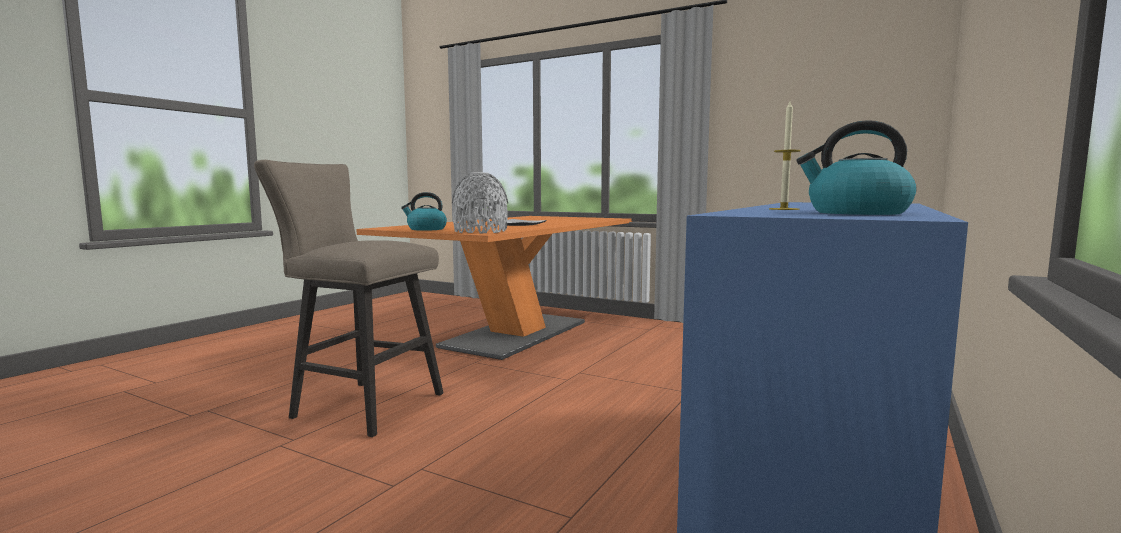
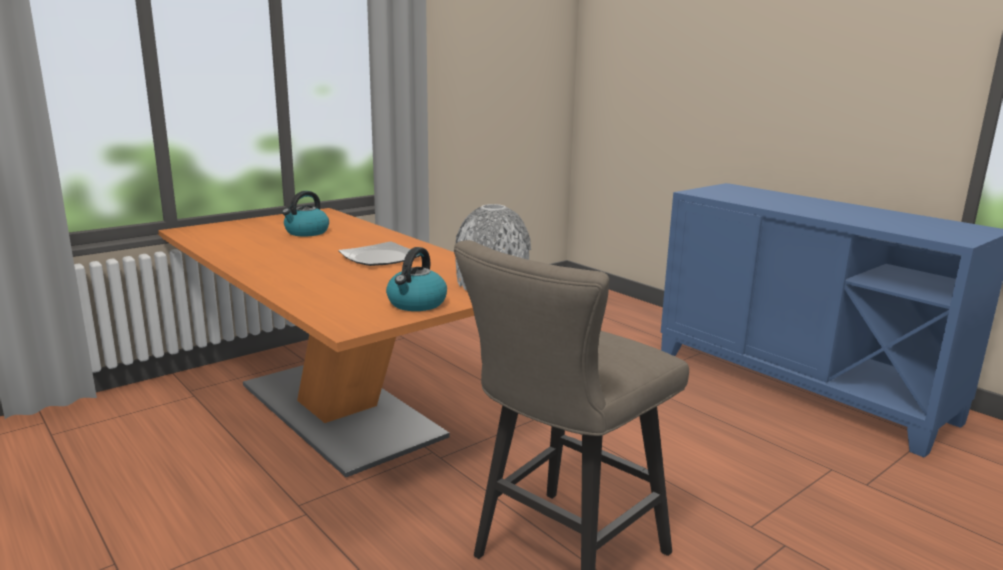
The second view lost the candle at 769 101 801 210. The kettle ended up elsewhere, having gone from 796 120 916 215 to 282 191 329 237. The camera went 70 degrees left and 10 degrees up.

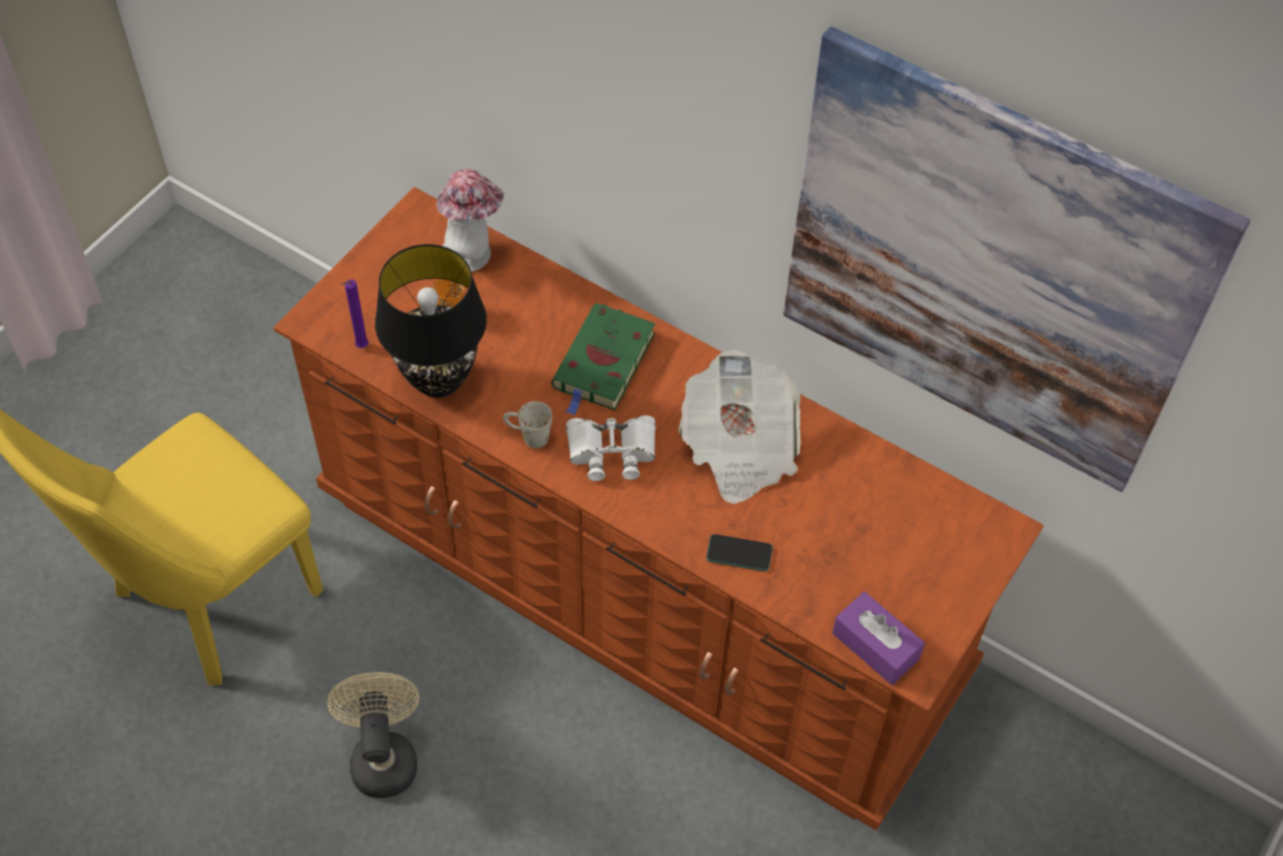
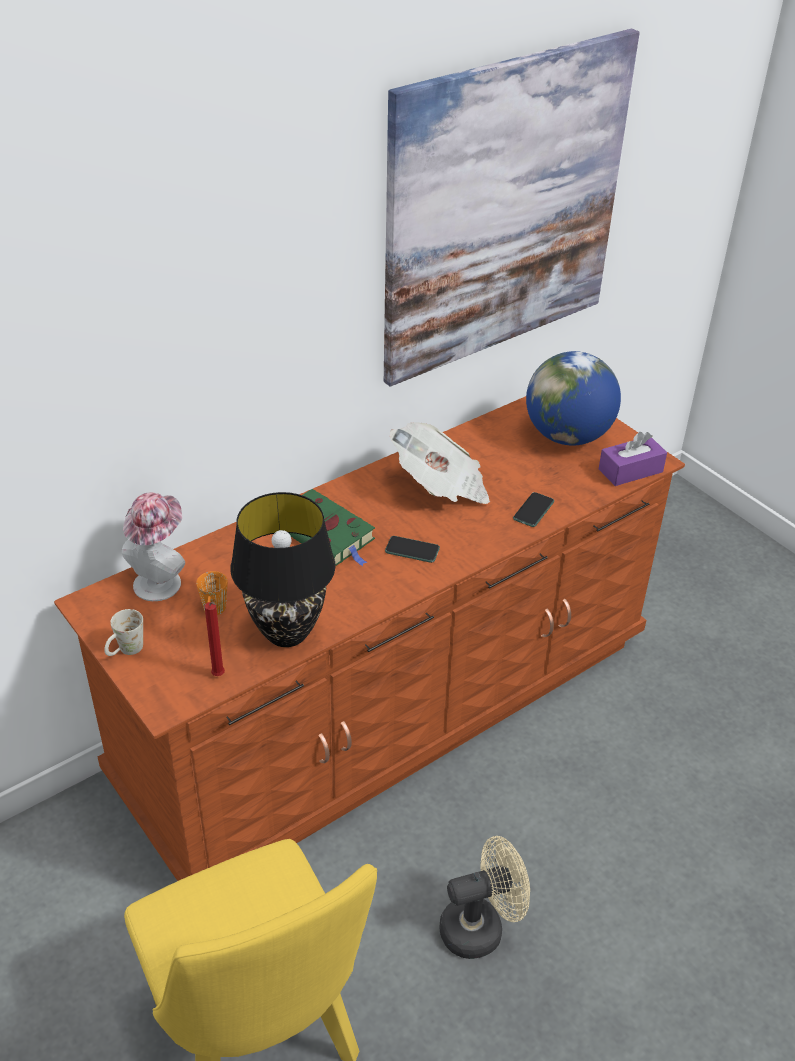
The beige fan at 327 672 419 798 ended up facing another way, 150 degrees clockwise from before. What was the purple candle at 341 280 369 348 turned into the red candle at 205 602 225 676. The white mug ended up elsewhere, having gone from 503 401 552 448 to 104 609 143 656. Where the white binoculars stood at 566 415 656 481, the phone came to stand at 385 536 440 563. The second view gained the globe at 526 351 621 446. The camera went 70 degrees left and 15 degrees down.

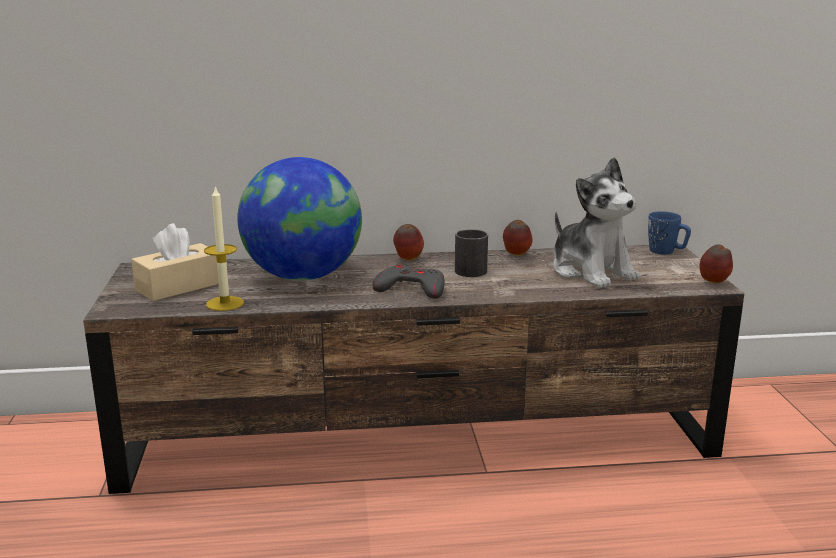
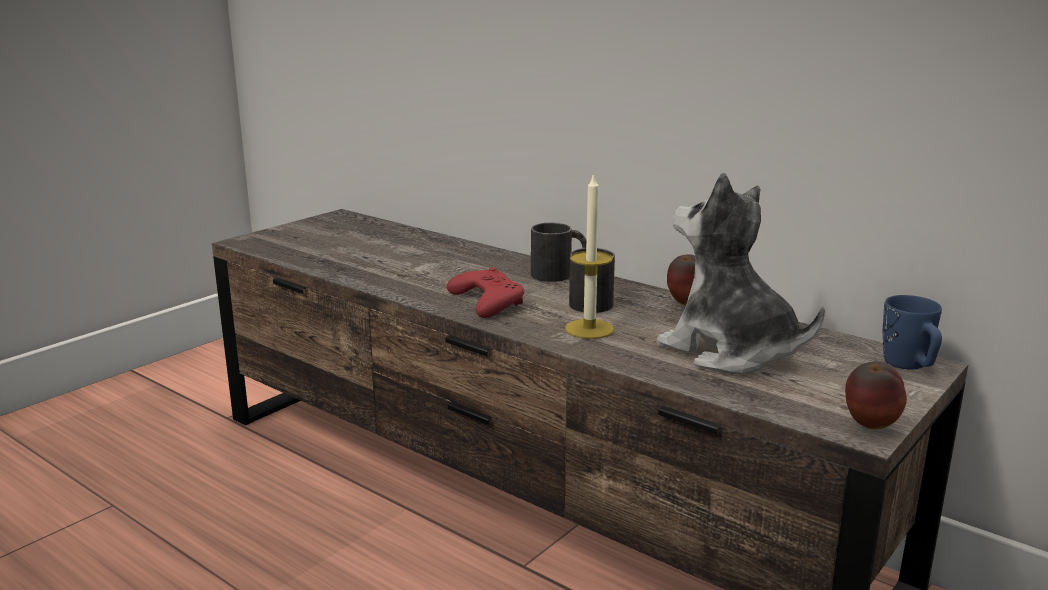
The second view lost the beige tissue box at 131 223 219 301. The candle ended up elsewhere, having gone from 204 186 244 311 to 565 172 614 339. The second view lost the globe at 237 157 362 281. What was the grey game controller at 372 263 445 299 turned into the red game controller at 447 267 524 318. Where the apple stood at 393 224 424 260, the black mug came to stand at 531 223 586 282. The plush toy at 553 157 640 288 ended up facing another way, 120 degrees clockwise from before. The camera went 45 degrees right and 0 degrees up.

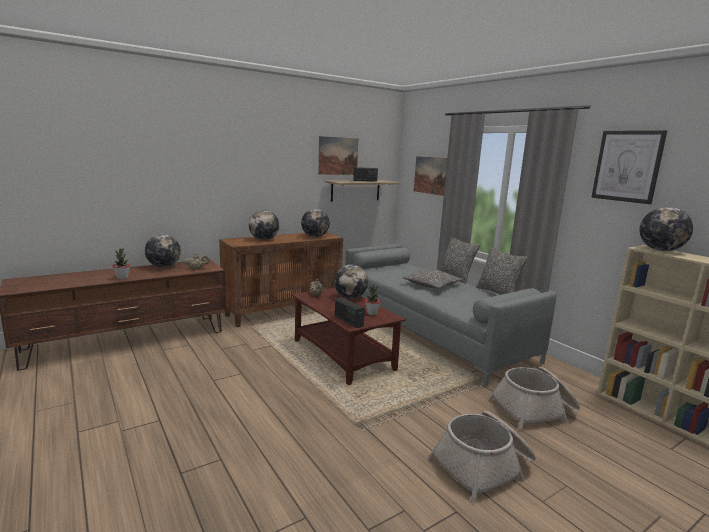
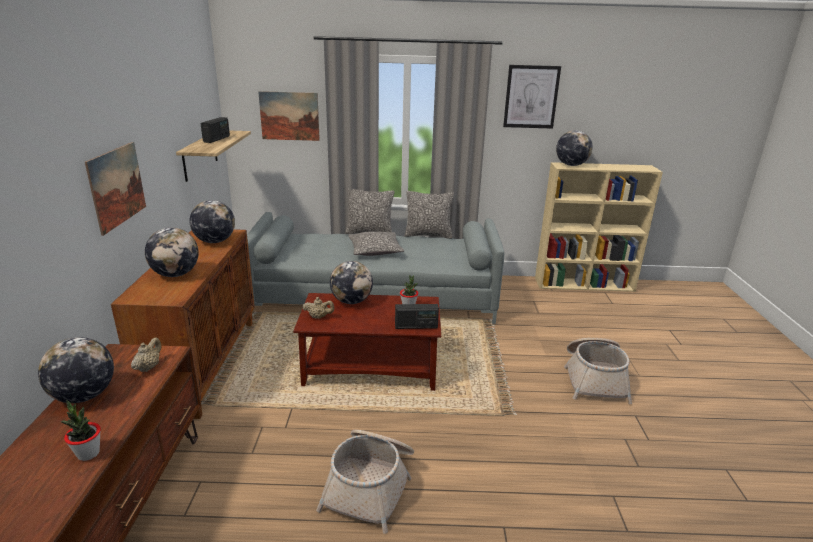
The picture ended up elsewhere, having gone from 318 136 358 175 to 85 142 146 236. The basket ended up elsewhere, having gone from 488 367 580 430 to 316 430 414 534. The camera went 55 degrees left and 10 degrees up.

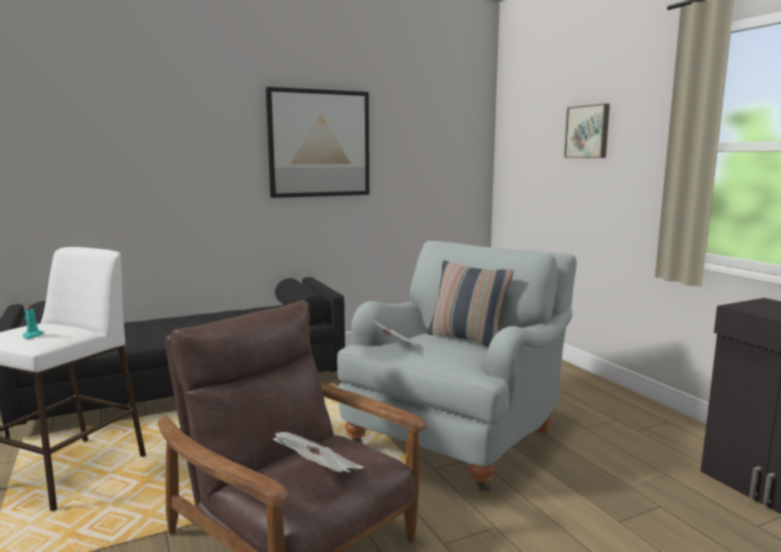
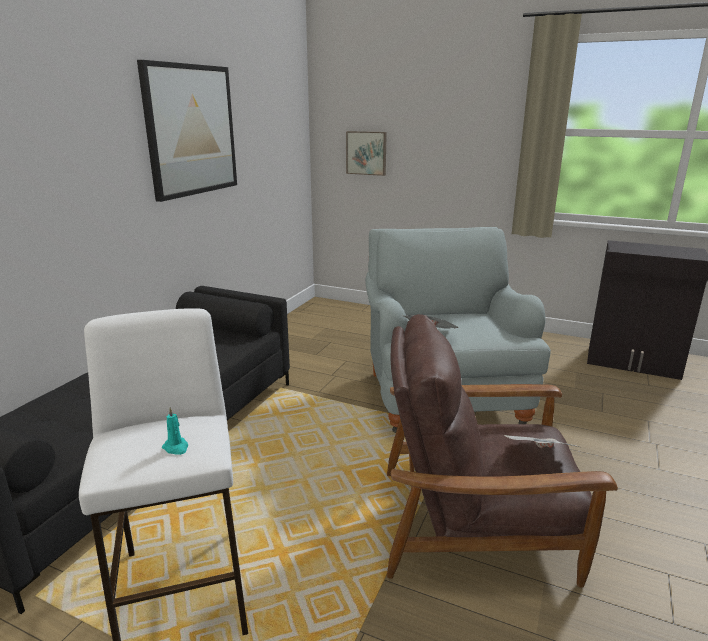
The second view lost the pillow at 428 261 514 348. The picture ended up elsewhere, having gone from 564 104 610 158 to 346 131 387 176. The camera went 40 degrees left and 10 degrees up.

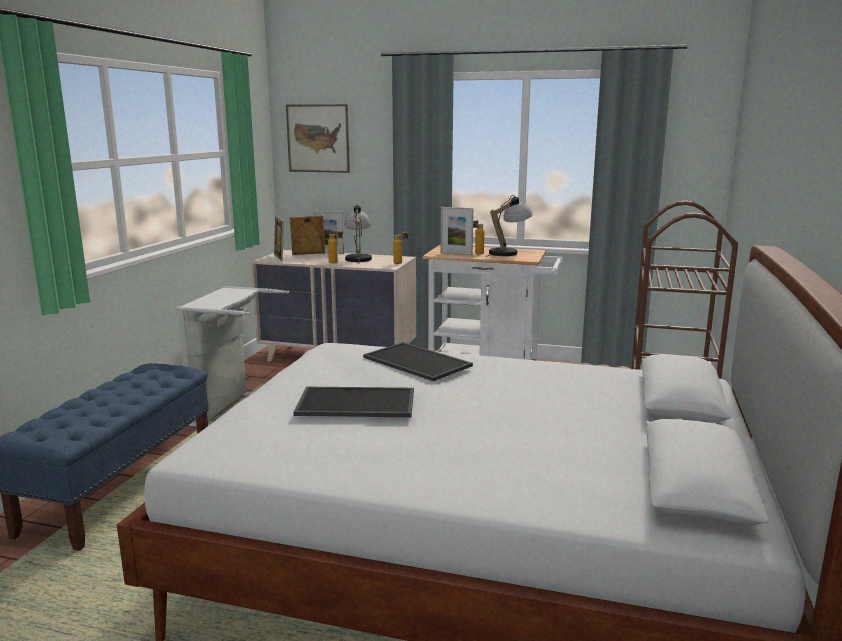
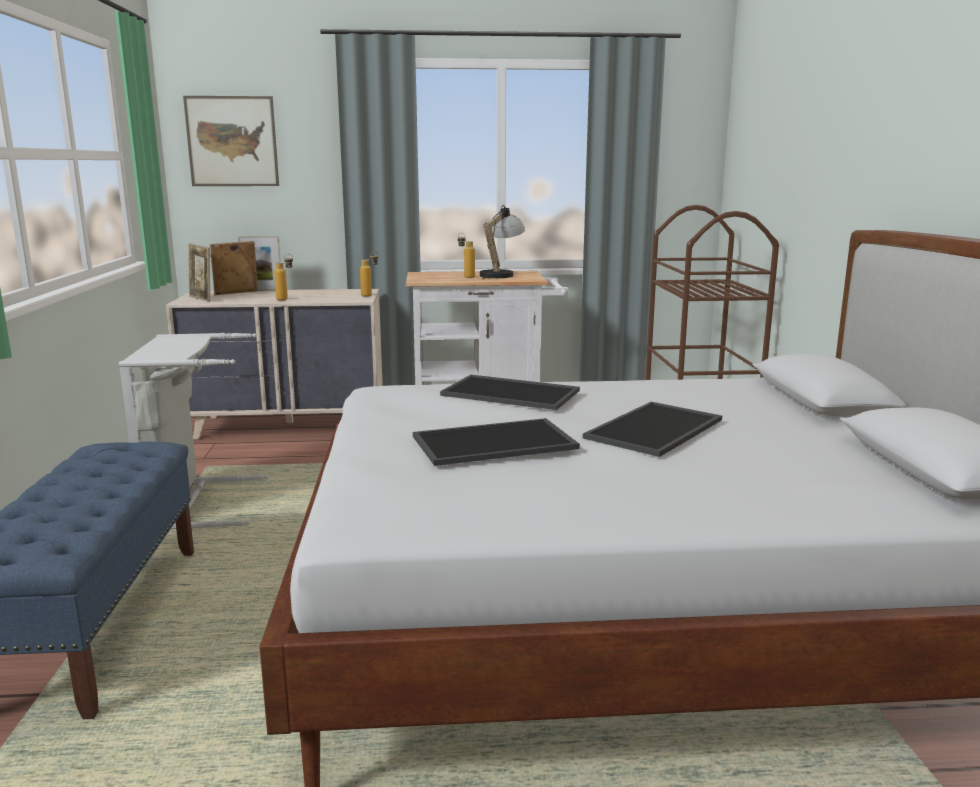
The second view lost the table lamp at 344 205 372 262. The second view lost the picture frame at 441 207 473 256. The second view gained the tray at 583 402 722 457. The camera went 20 degrees left and 0 degrees up.

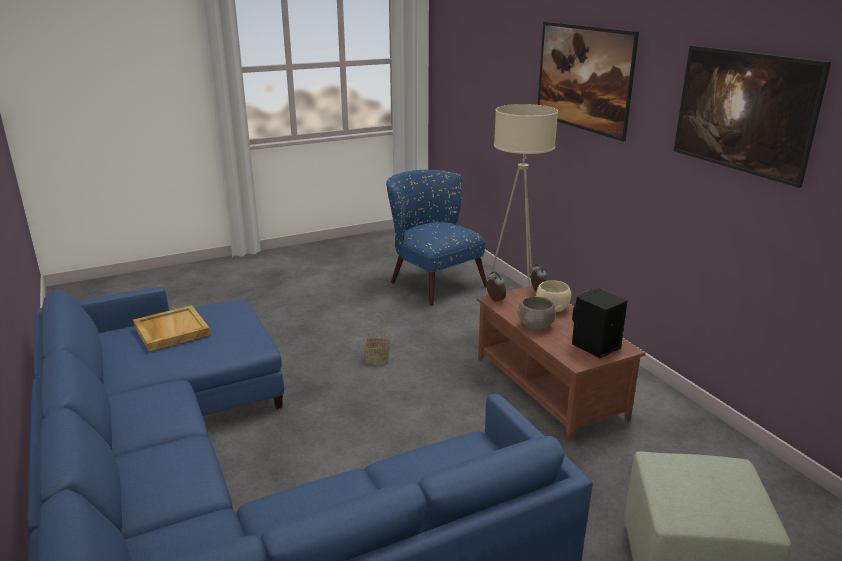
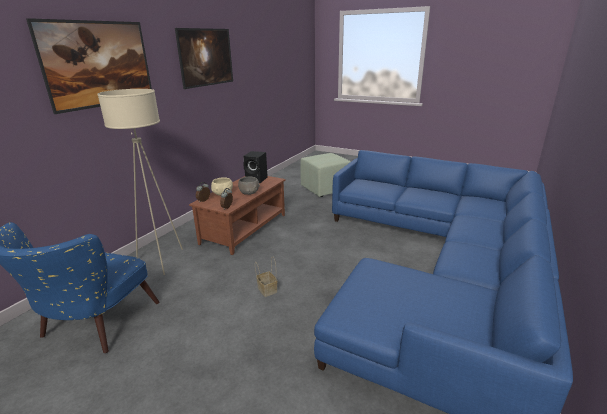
The second view lost the beige tray at 133 305 211 352. The camera went 125 degrees left and 0 degrees up.

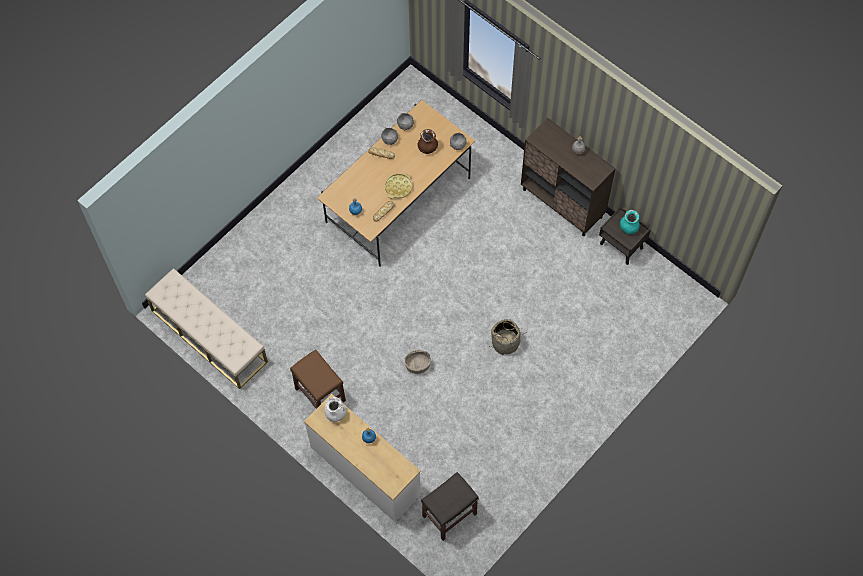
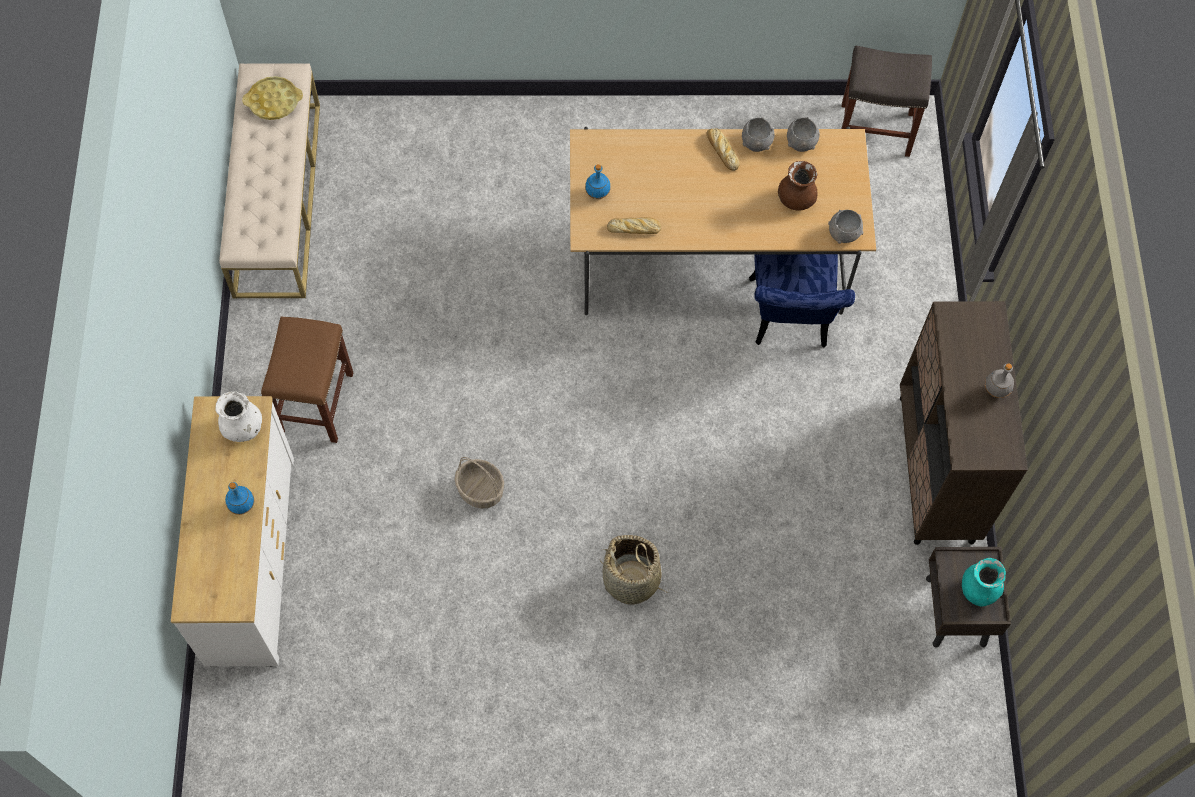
The yellow tray ended up elsewhere, having gone from 385 173 412 198 to 242 76 303 120. The grey stool ended up elsewhere, having gone from 421 472 479 541 to 841 46 932 157. The second view gained the blue chair at 749 254 855 348. The camera went 45 degrees right and 0 degrees up.

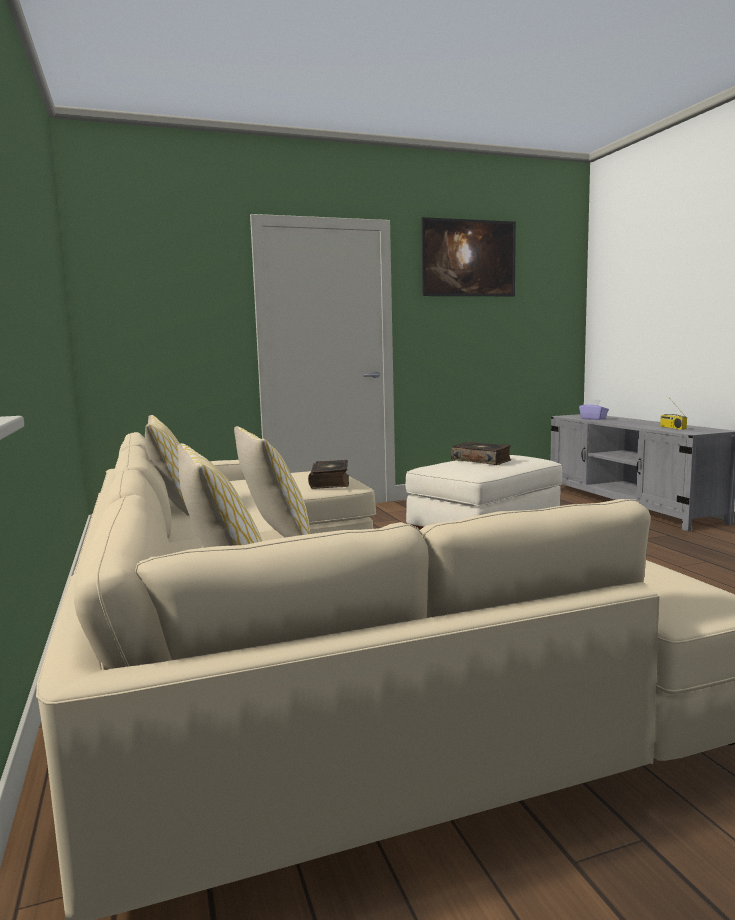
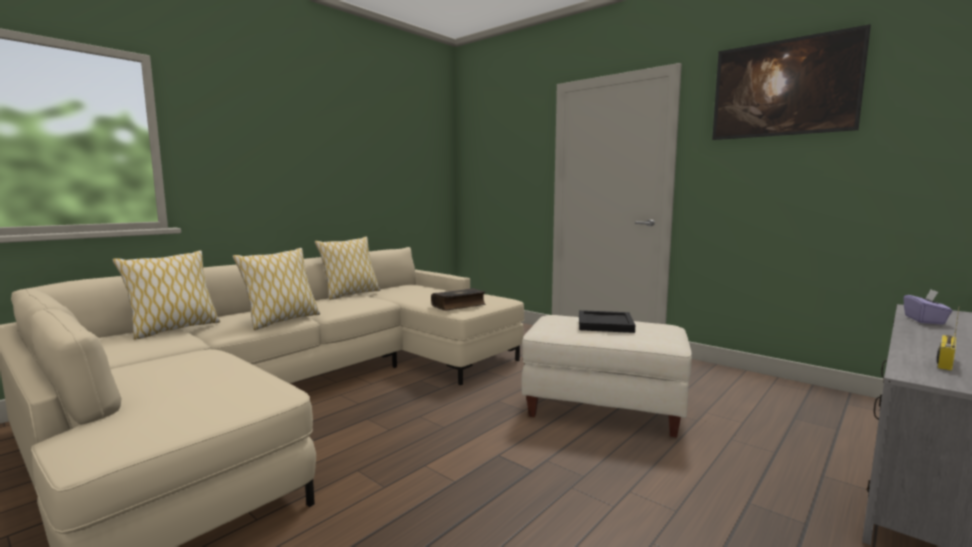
Where the book stood at 451 442 511 465, the black tray came to stand at 579 310 635 333. The camera went 60 degrees right and 0 degrees up.

